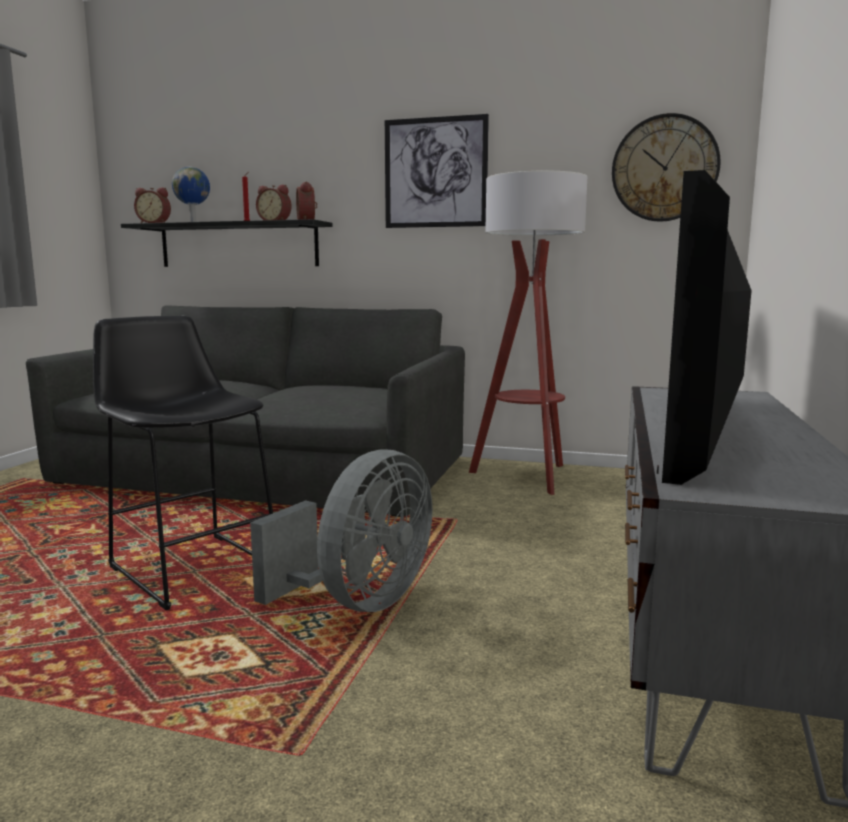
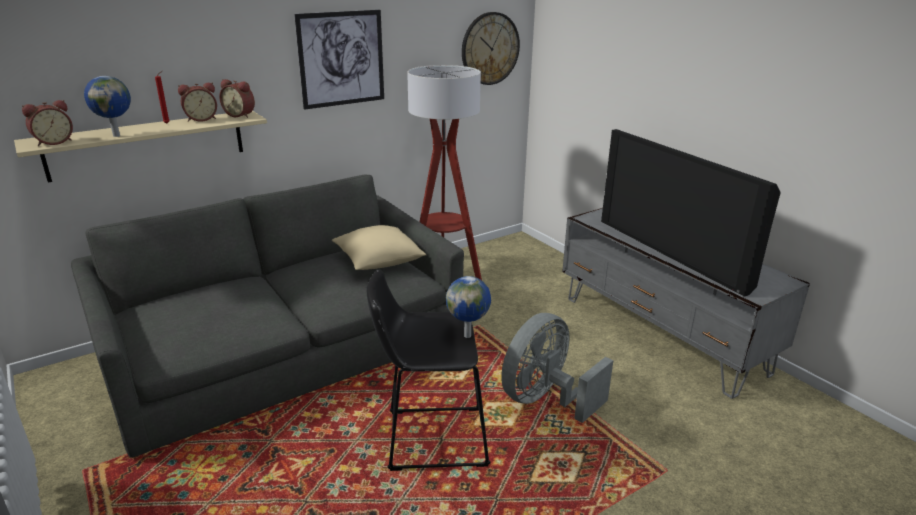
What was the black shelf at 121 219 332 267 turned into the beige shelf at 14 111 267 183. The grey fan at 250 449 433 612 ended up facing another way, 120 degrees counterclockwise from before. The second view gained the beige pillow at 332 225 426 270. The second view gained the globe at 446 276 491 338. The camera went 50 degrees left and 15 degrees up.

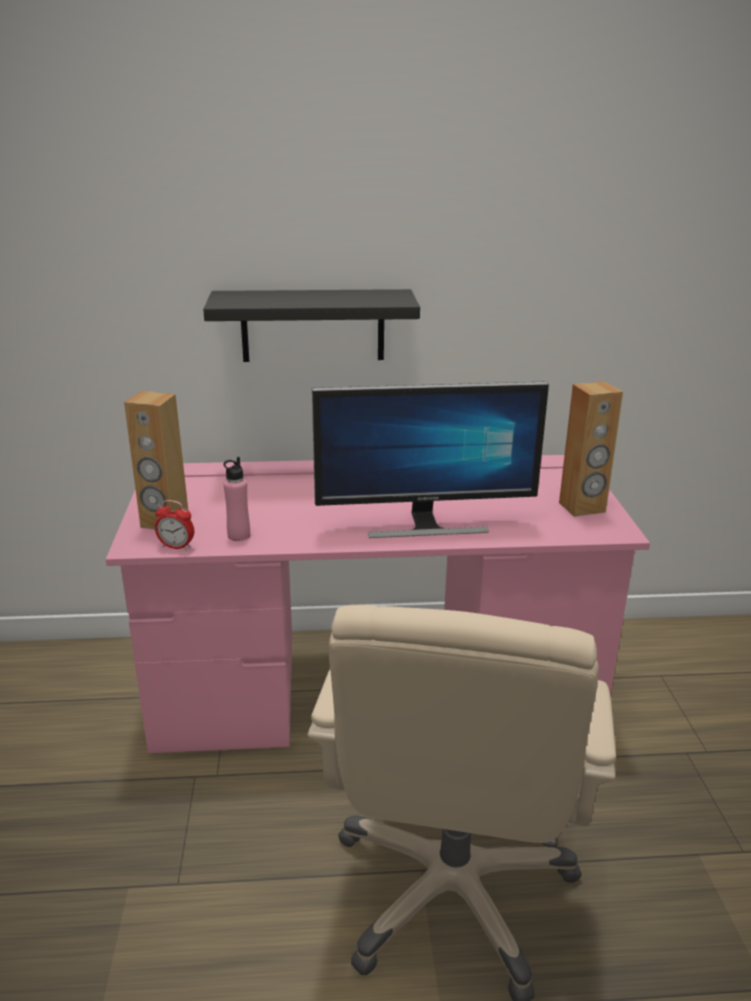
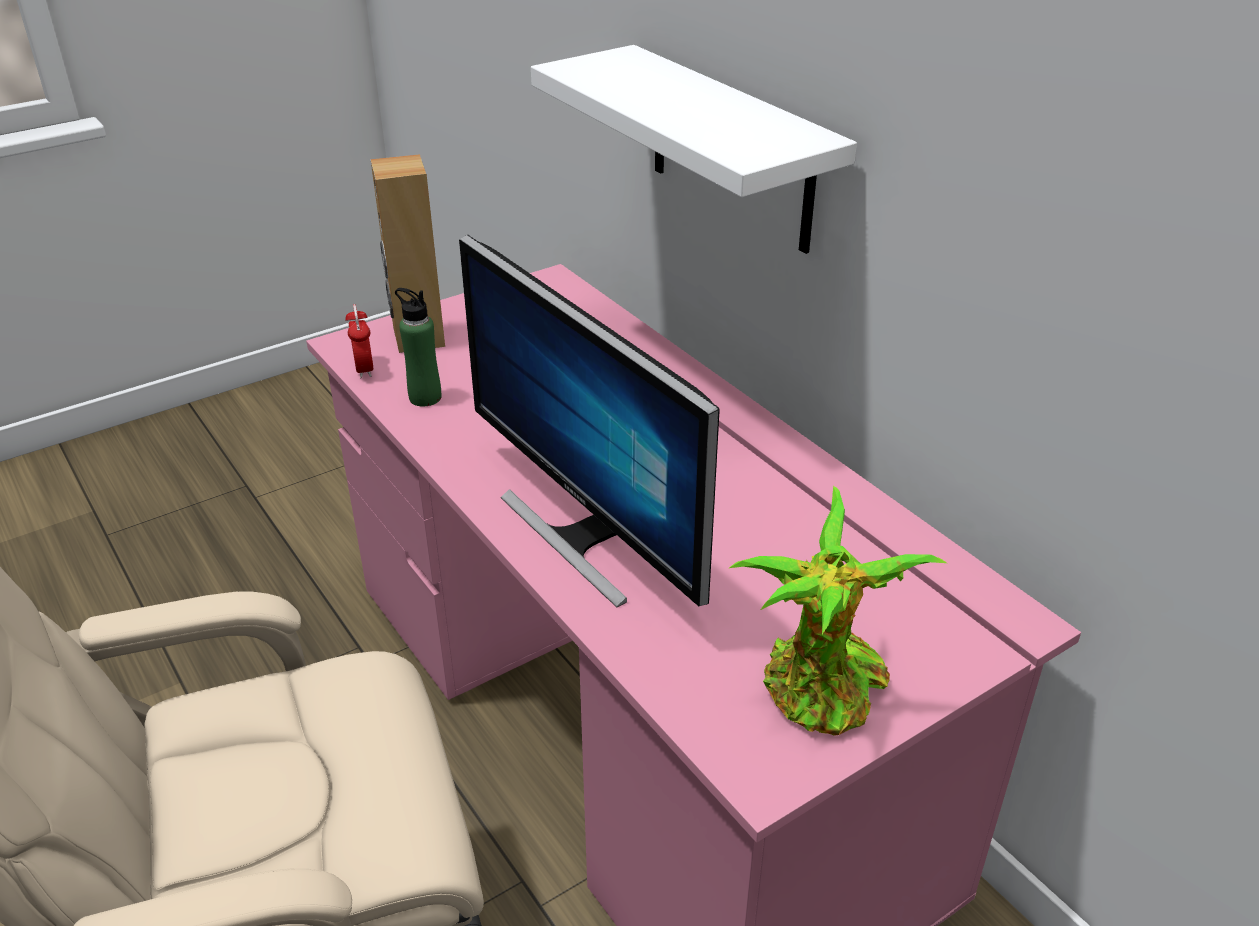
What was the black shelf at 203 289 420 362 turned into the white shelf at 531 45 857 254. What was the pink bottle at 224 457 250 541 turned into the green bottle at 395 288 441 406. Where the brown speaker stood at 559 381 623 517, the potted plant came to stand at 729 486 947 736. The camera went 60 degrees right and 10 degrees up.

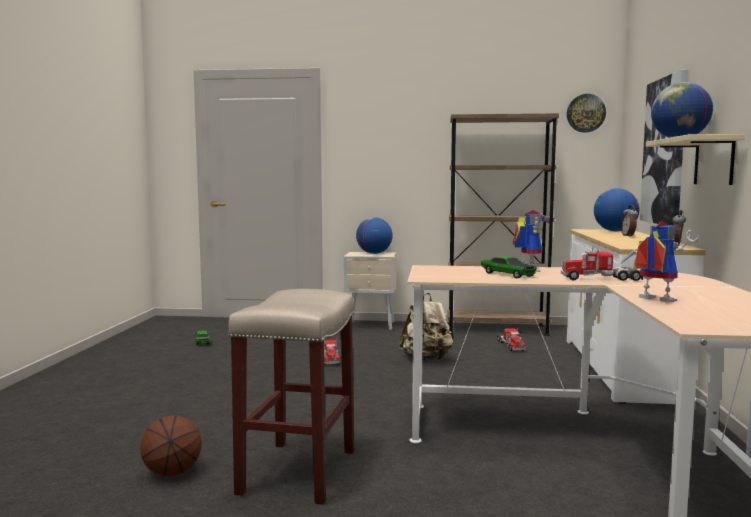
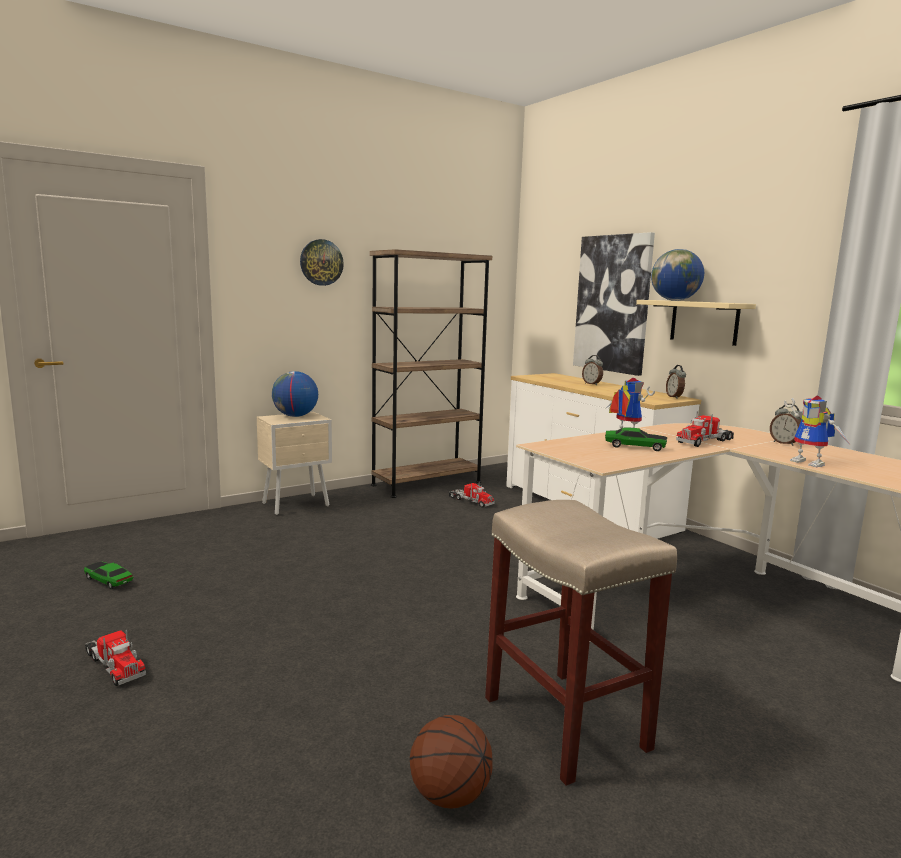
The toy truck ended up elsewhere, having gone from 324 338 339 365 to 85 630 146 686. The second view lost the beige backpack at 398 293 454 360. The wall clock ended up elsewhere, having gone from 567 94 606 132 to 300 239 344 286. The second view lost the globe at 594 188 640 231. The toy robot at 620 221 700 302 ended up facing another way, 135 degrees counterclockwise from before. The second view gained the alarm clock at 770 404 801 446. The camera went 40 degrees left and 5 degrees up.

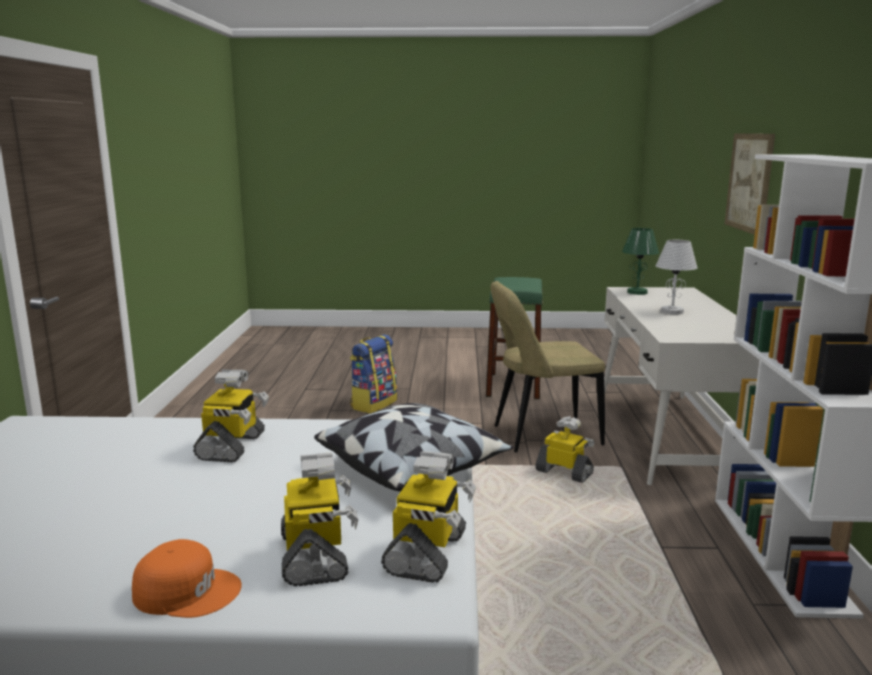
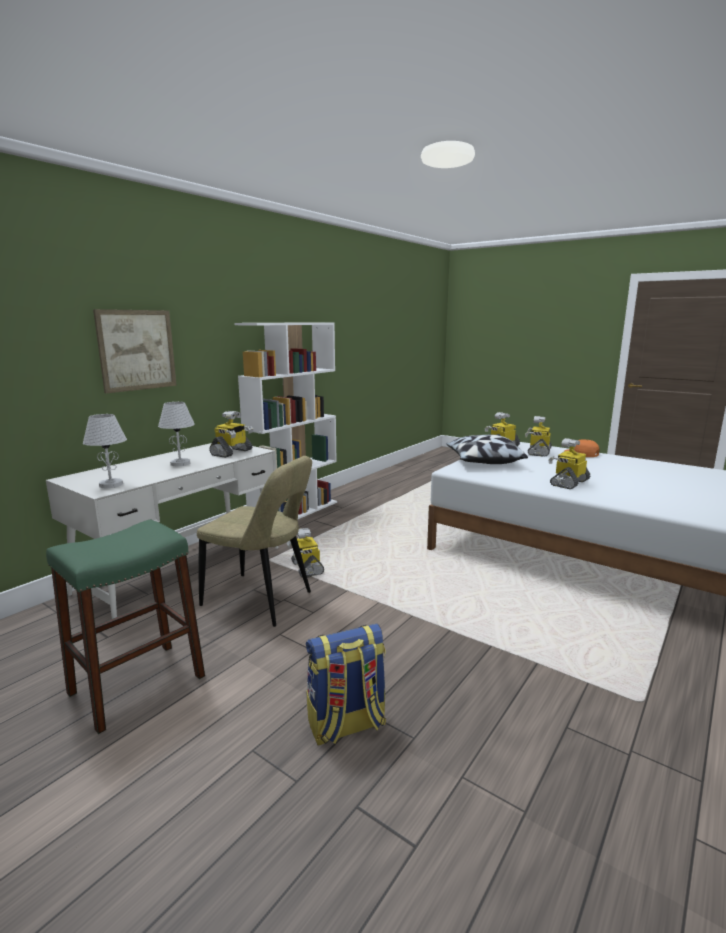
What was the green table lamp at 622 228 659 295 turned into the white table lamp at 83 414 127 488. The second view gained the toy robot at 209 411 253 458. The camera went 145 degrees left and 0 degrees up.

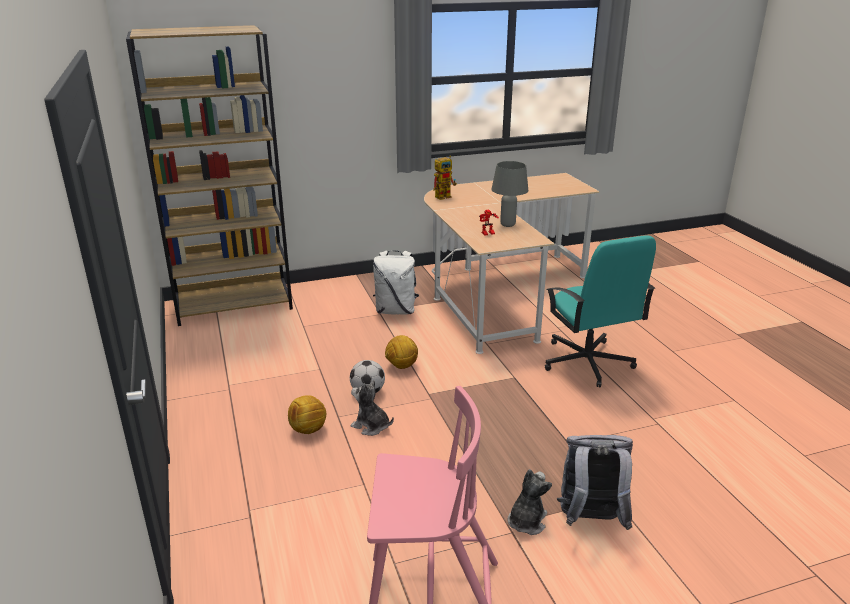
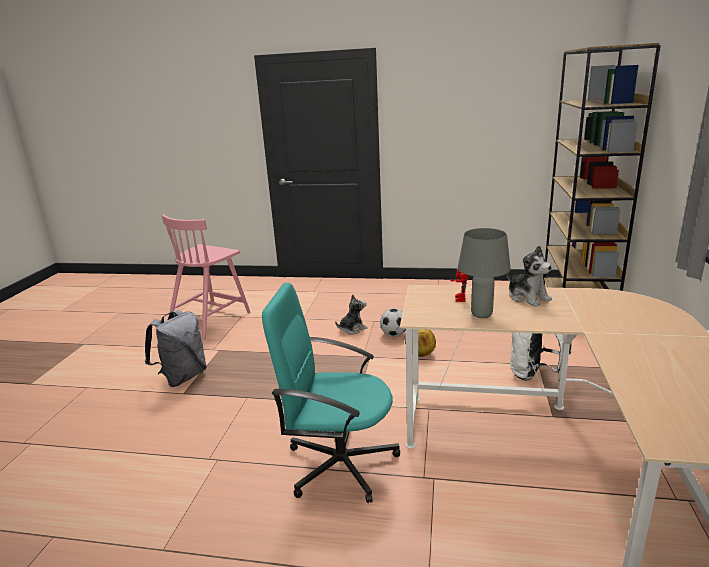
The second view lost the football at 288 395 326 434. The second view lost the toy robot at 433 156 457 200. The plush toy ended up elsewhere, having gone from 508 469 552 535 to 507 246 552 306. The camera went 120 degrees right and 5 degrees down.

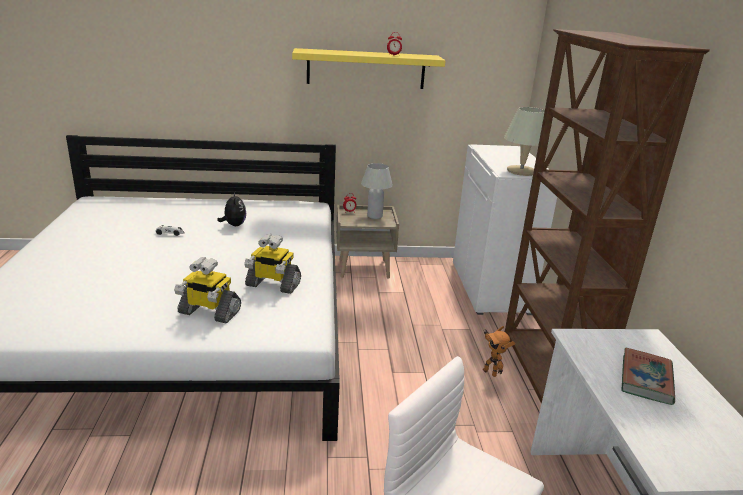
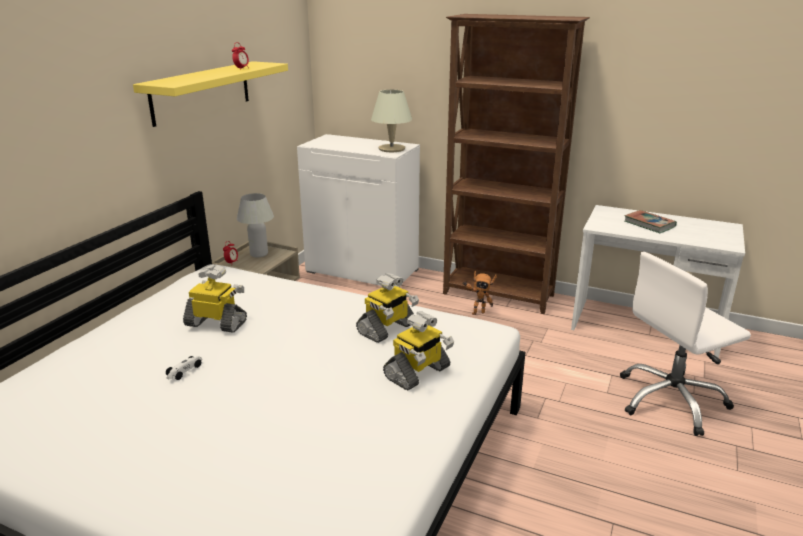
Where the plush toy stood at 217 192 246 226, the toy robot came to stand at 183 264 247 333. The camera went 60 degrees left and 0 degrees up.

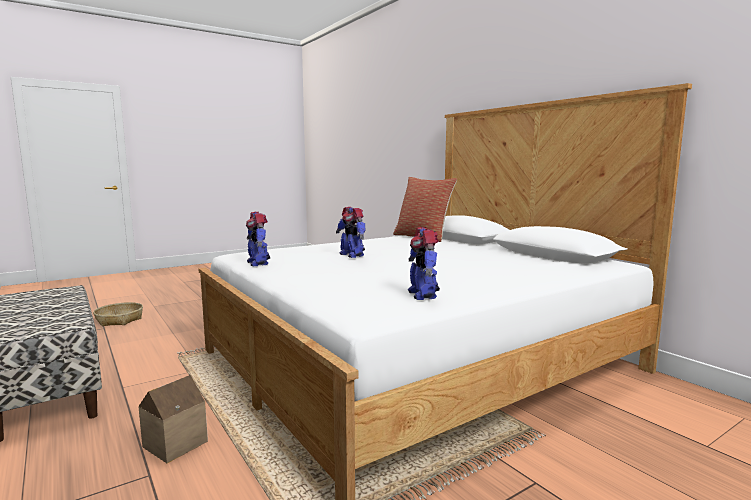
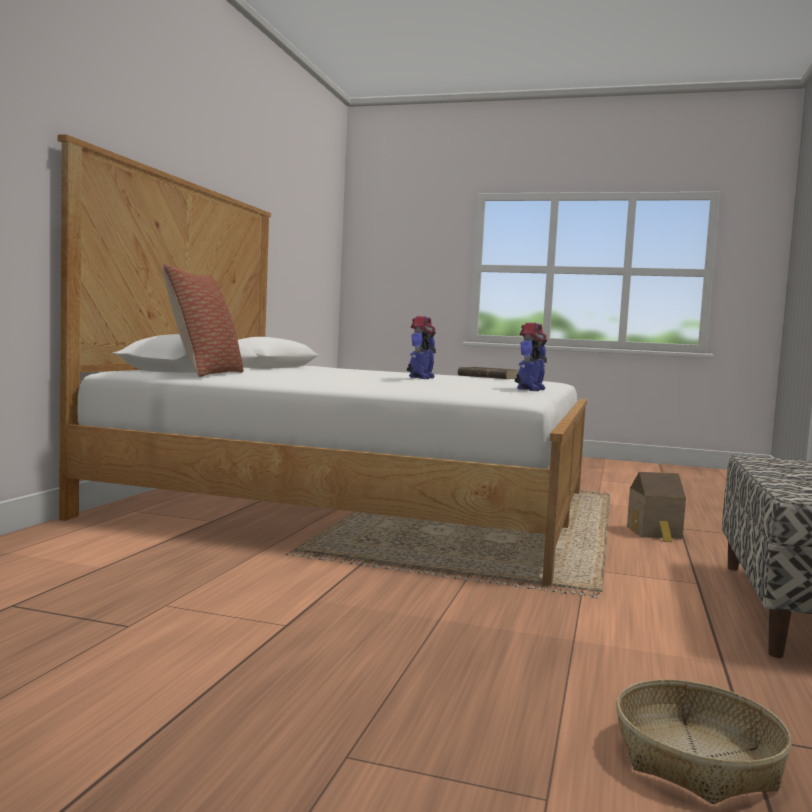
Where the toy robot stood at 408 227 440 300, the brown book came to stand at 458 367 519 379. The camera went 130 degrees left and 5 degrees down.

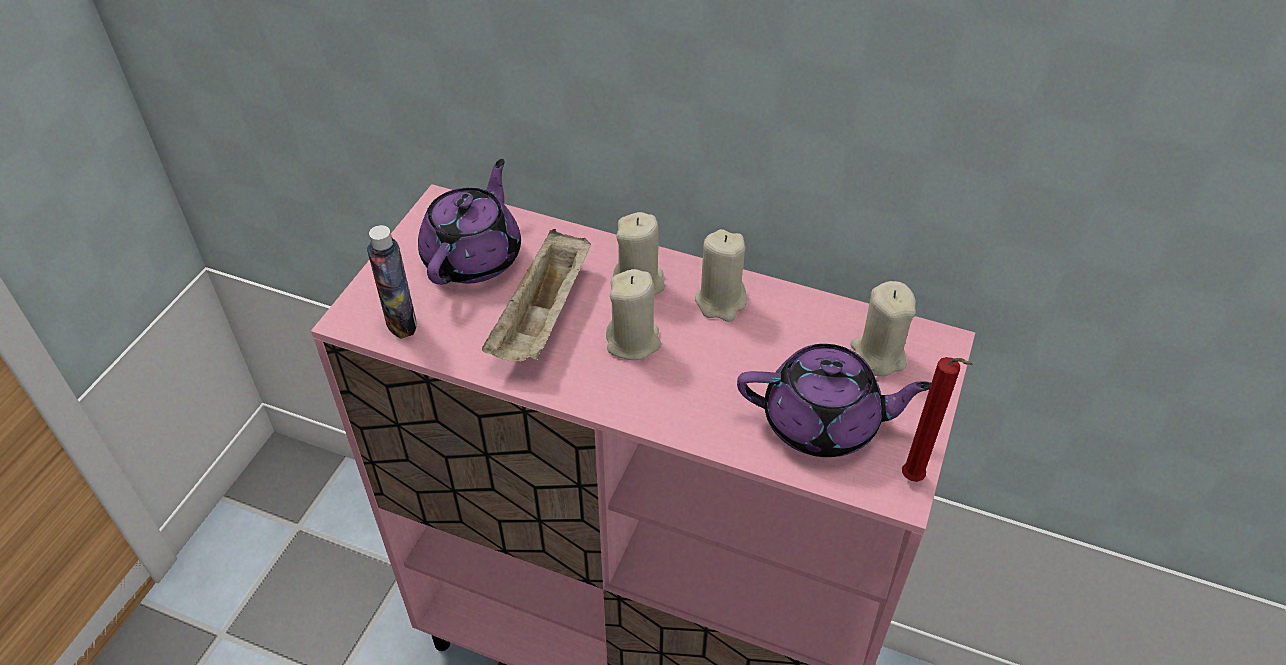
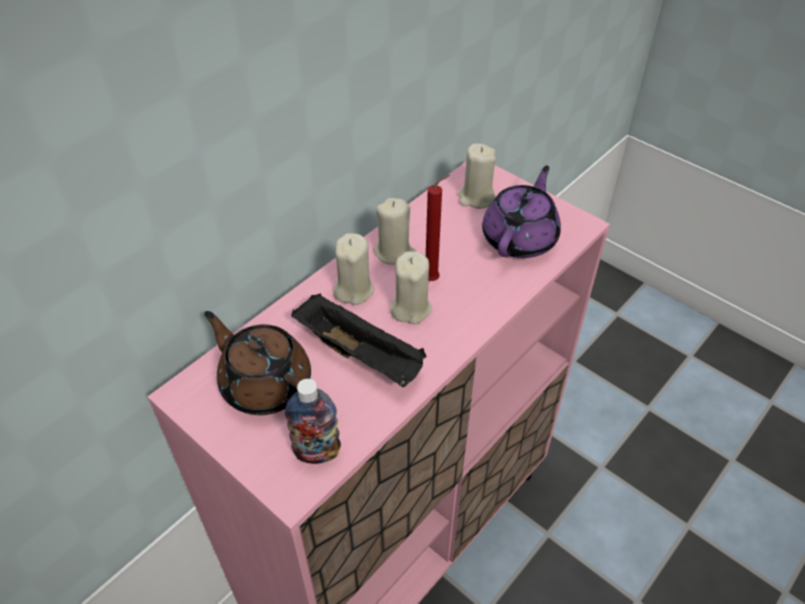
What was the purple teapot at 418 159 521 285 turned into the brown teapot at 204 311 311 415. What was the beige tray at 482 229 591 361 turned into the black tray at 291 293 426 387. The red candle ended up elsewhere, having gone from 902 357 973 482 to 426 175 450 281. The camera went 70 degrees left and 0 degrees up.

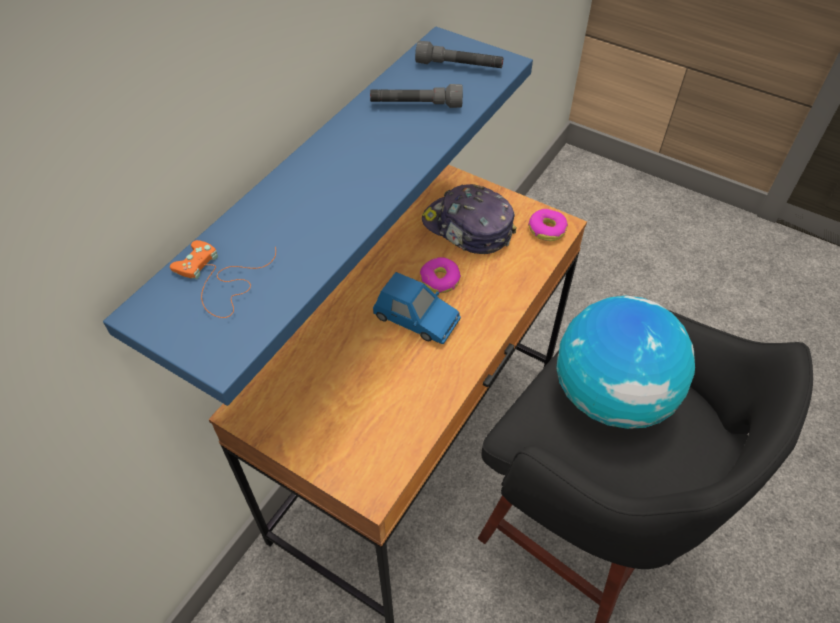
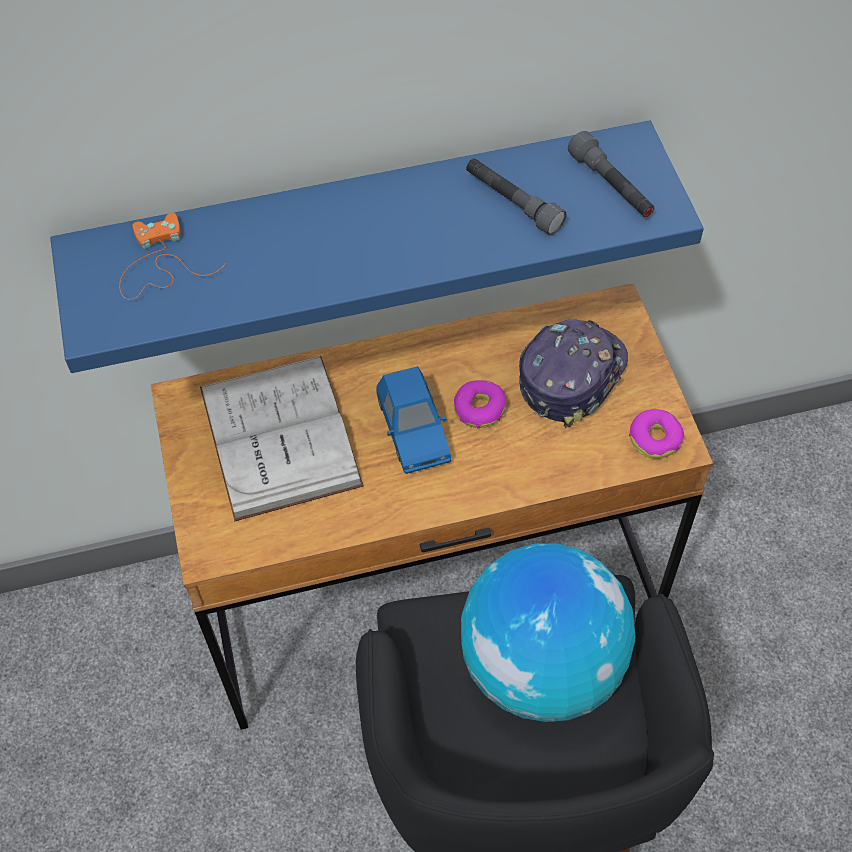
The cap at 422 184 517 254 ended up facing another way, 45 degrees clockwise from before. The second view gained the white book at 200 356 364 522. The camera went 45 degrees right and 5 degrees up.

